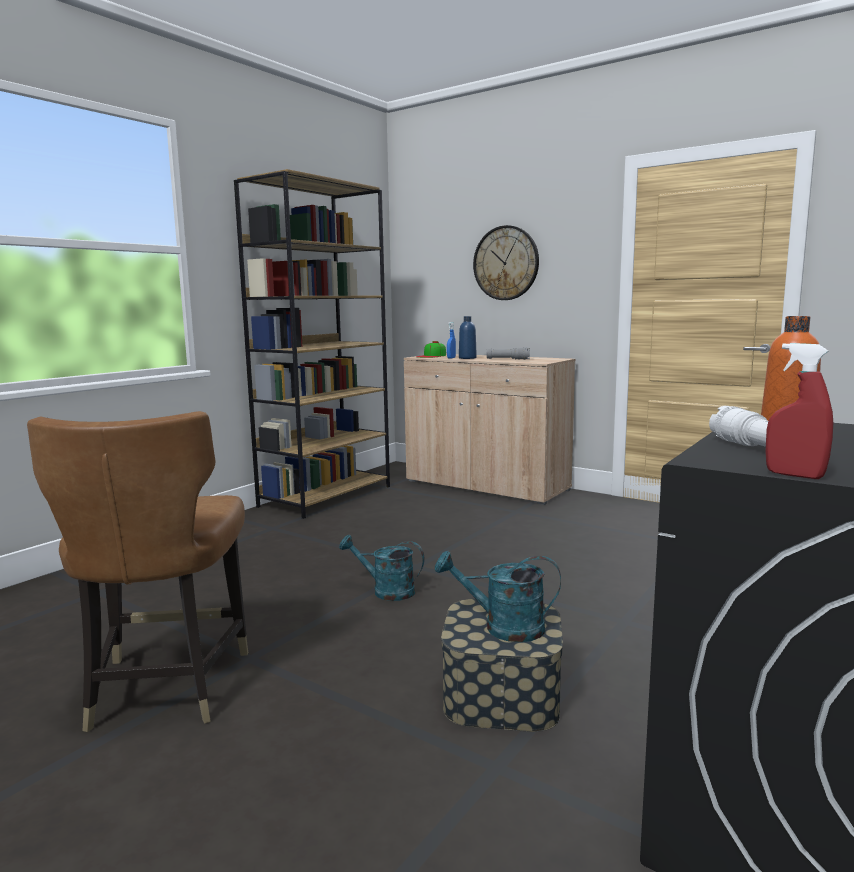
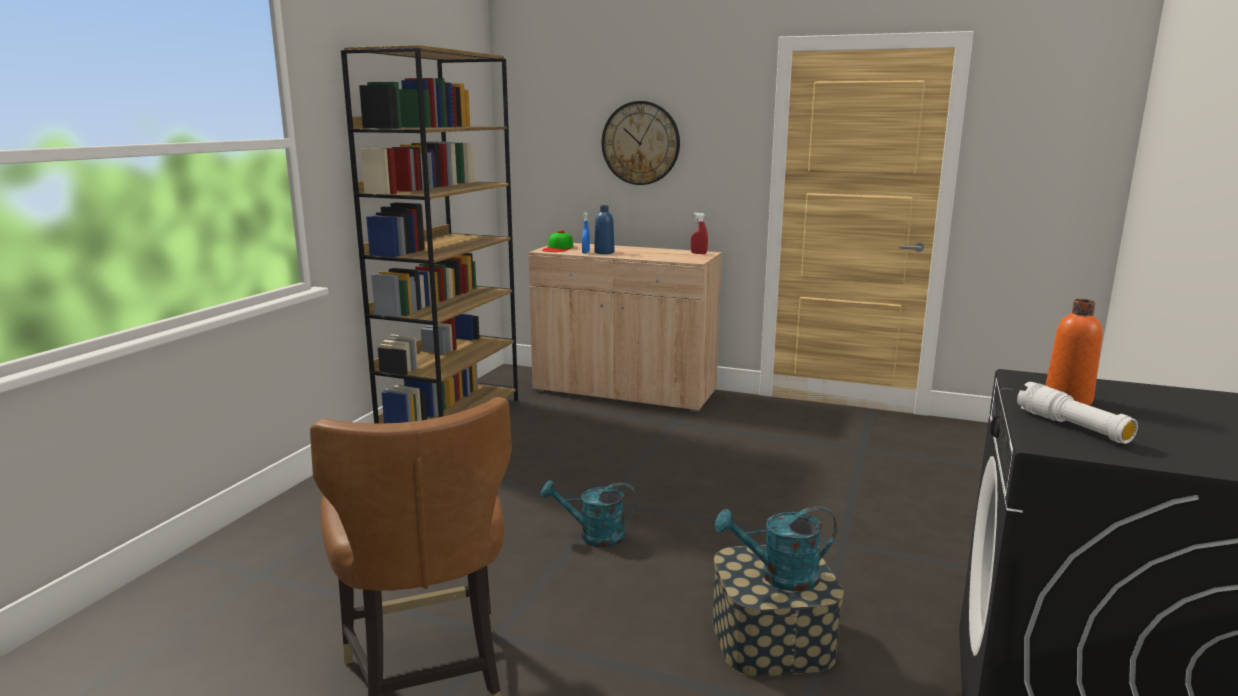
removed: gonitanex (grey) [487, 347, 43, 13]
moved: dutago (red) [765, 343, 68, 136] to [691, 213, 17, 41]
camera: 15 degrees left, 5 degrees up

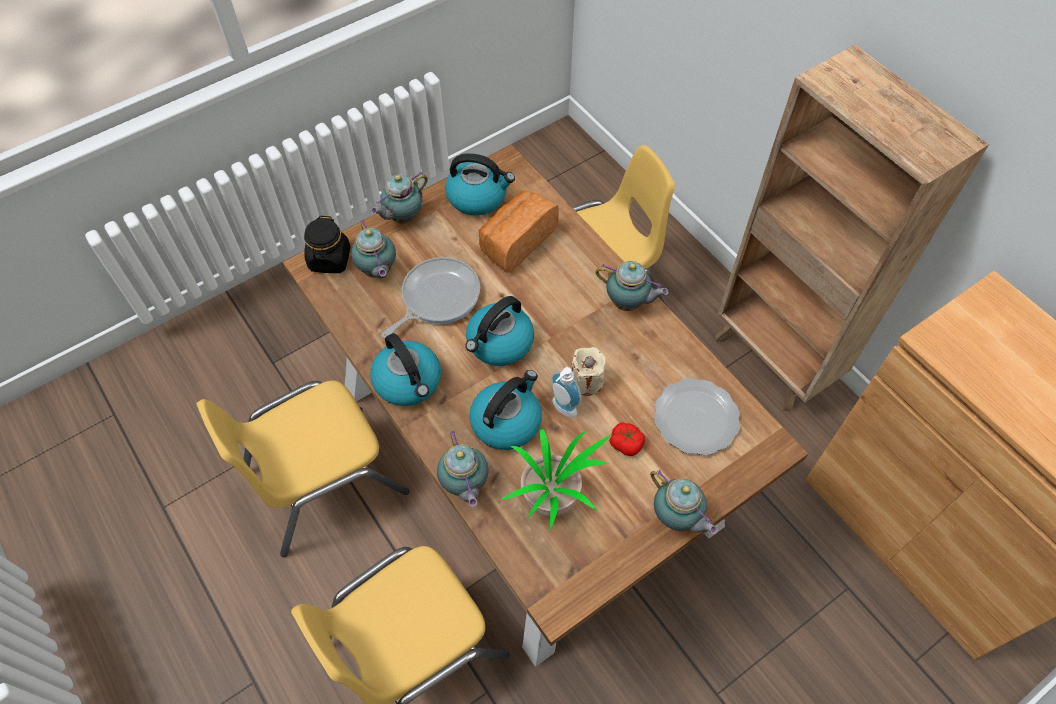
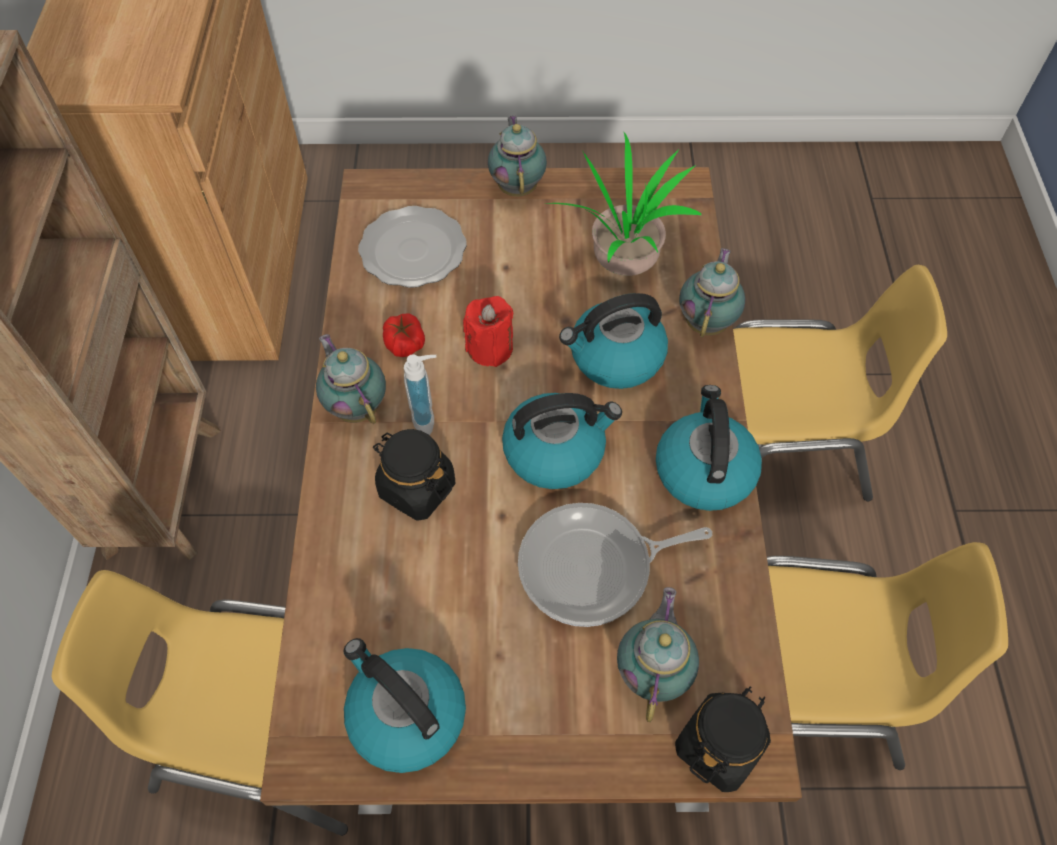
removed: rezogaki [371, 171, 57, 53]; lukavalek [479, 190, 80, 83]
added: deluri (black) [373, 429, 82, 92]
moved: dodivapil [551, 367, 30, 51] to [404, 354, 32, 81]; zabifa [609, 422, 36, 34] to [383, 313, 42, 44]
recoloured: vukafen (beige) [572, 347, 34, 49] to vukafen (red) [463, 296, 50, 71]
camera: 145 degrees left, 0 degrees up

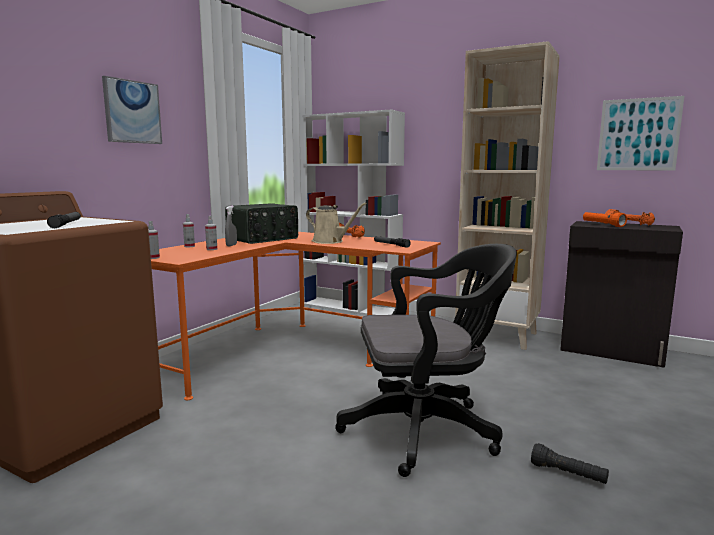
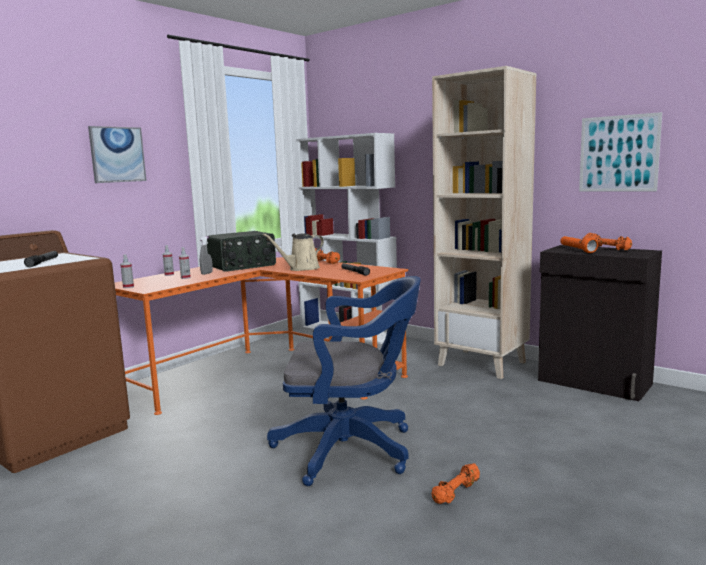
replaced: gonitanex (black) [531, 443, 78, 41] to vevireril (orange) [431, 463, 49, 41]
recoloured: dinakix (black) [335, 244, 182, 233] to dinakix (blue) [267, 276, 154, 210]
turned: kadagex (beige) [306, 202, 61, 42] = [263, 233, 61, 38] 105 degrees clockwise
camera: 10 degrees right, 0 degrees up

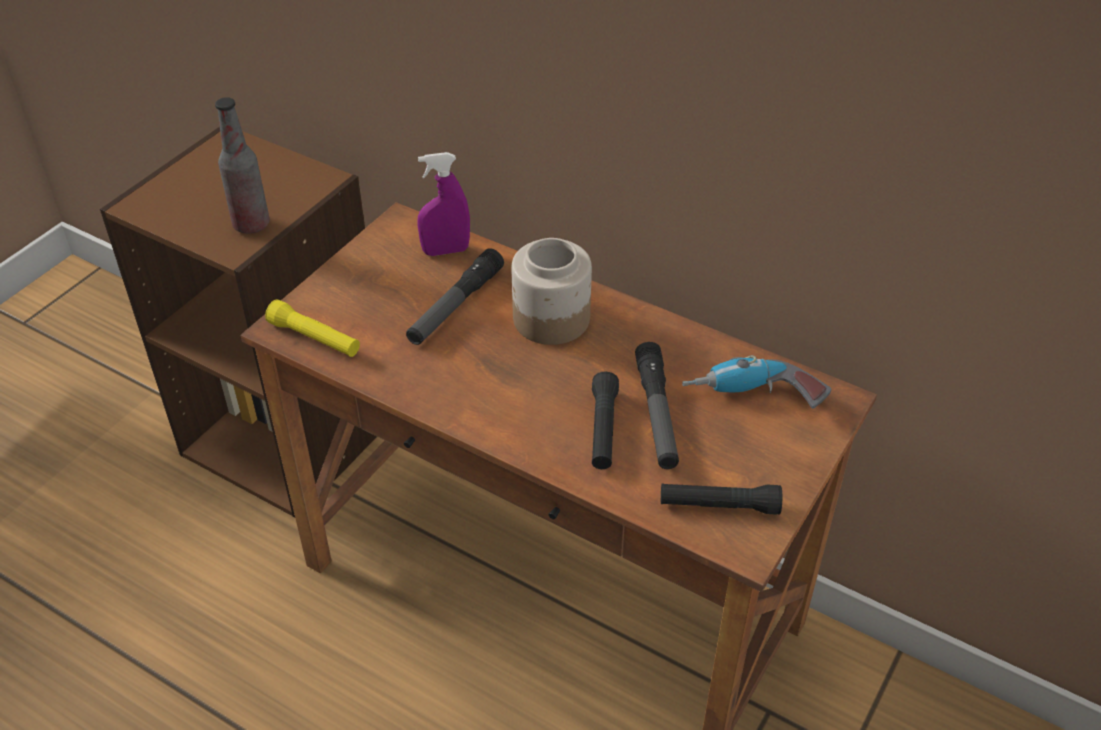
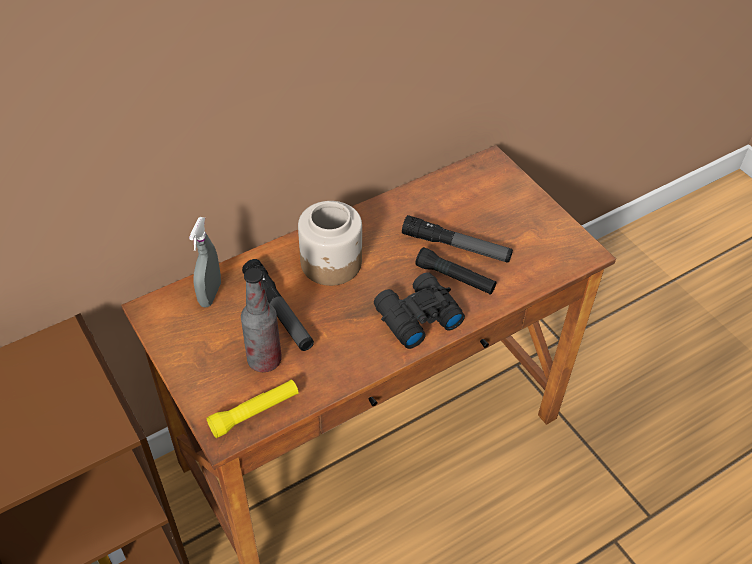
removed: gonitanex (black) [661, 483, 121, 32]; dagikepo [682, 355, 149, 54]
added: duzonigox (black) [374, 272, 91, 77]
moved: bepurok [215, 97, 55, 137] to [241, 268, 41, 104]
recoloured: dutago (purple) [417, 152, 53, 104] to dutago (grey) [189, 217, 32, 91]
camera: 65 degrees left, 5 degrees up

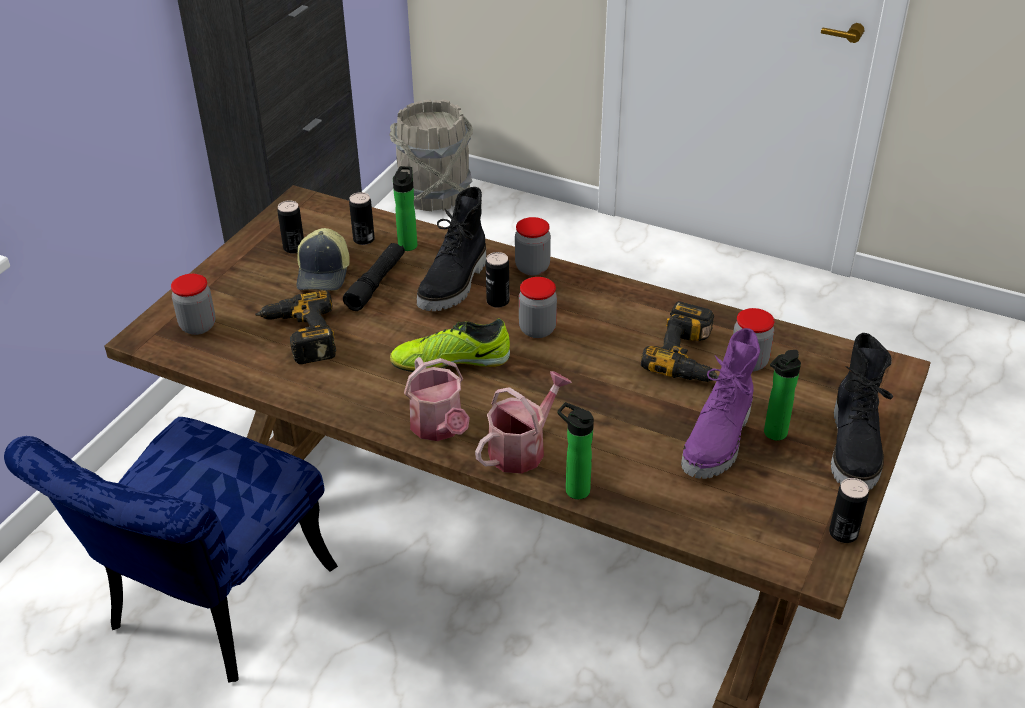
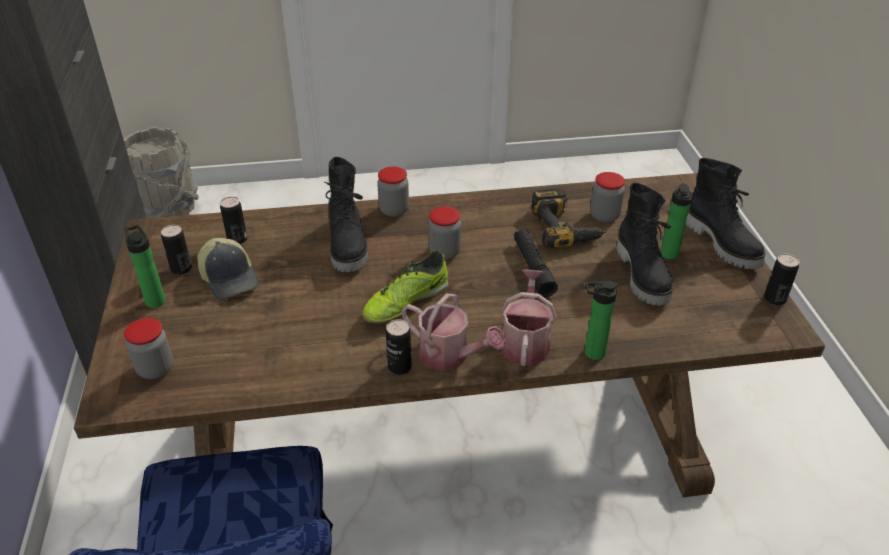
removed: dagikepo [256, 290, 80, 74]
moved: gonitanex (black) [343, 243, 62, 68] to [514, 230, 44, 68]; bepurok [393, 166, 24, 85] to [126, 225, 40, 83]; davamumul [486, 252, 23, 56] to [386, 319, 26, 56]
recoloured: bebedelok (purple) [681, 328, 79, 151] to bebedelok (black) [616, 182, 58, 123]
camera: 35 degrees left, 0 degrees up

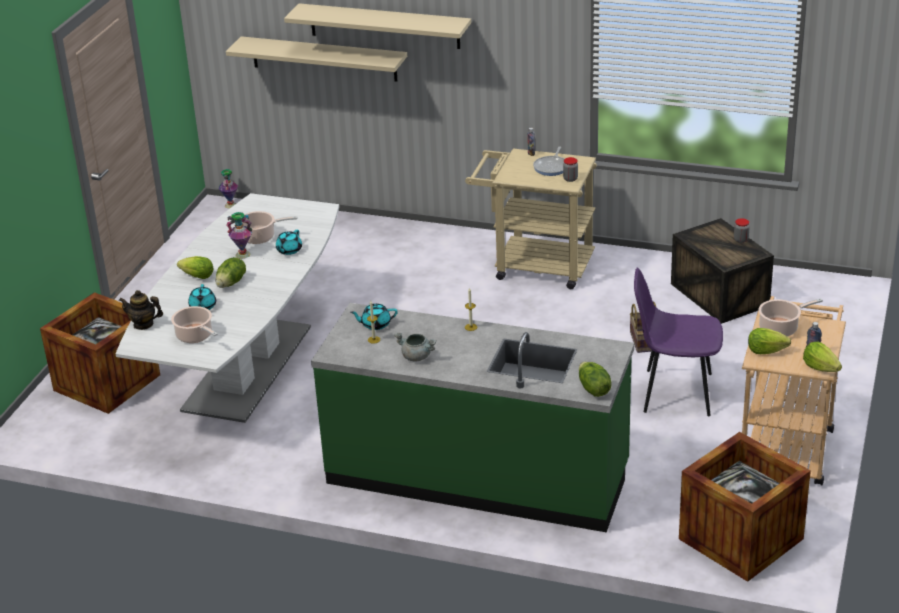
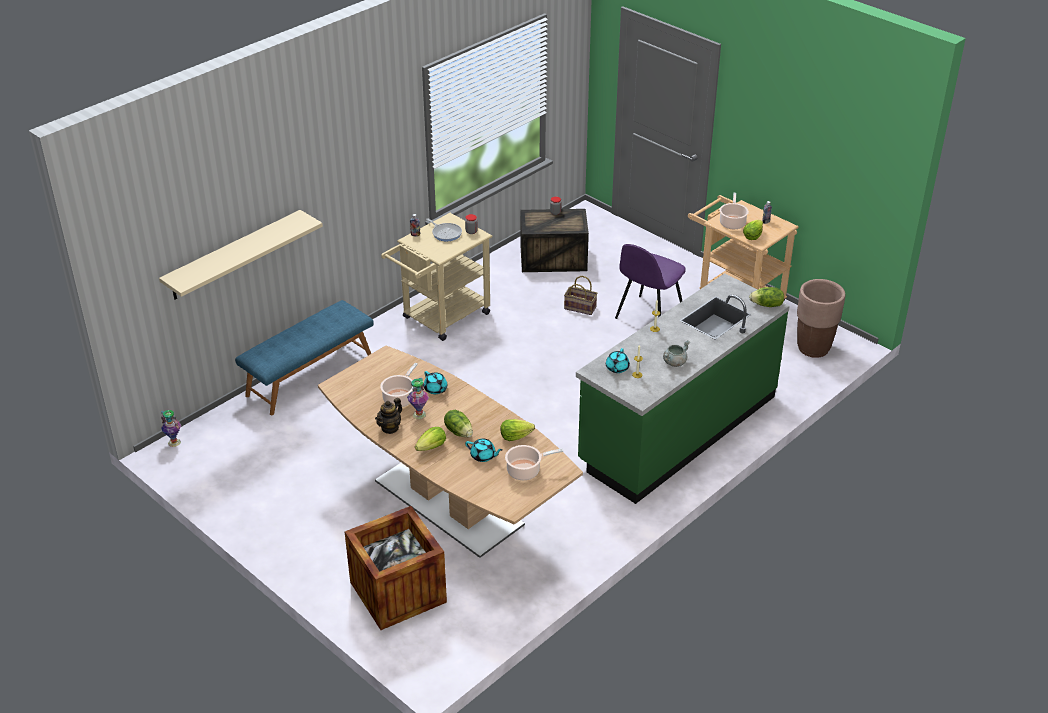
removed: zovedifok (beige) [284, 3, 187, 46]
added: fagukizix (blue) [235, 300, 139, 115]
moved: rezogaki [119, 290, 44, 40] to [375, 398, 27, 36]; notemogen [803, 342, 39, 30] to [500, 419, 35, 22]
replaced: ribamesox [679, 432, 132, 150] to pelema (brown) [797, 279, 48, 79]
recoloured: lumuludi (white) [116, 193, 223, 230] to lumuludi (brown) [318, 346, 265, 212]
camera: 65 degrees left, 5 degrees up

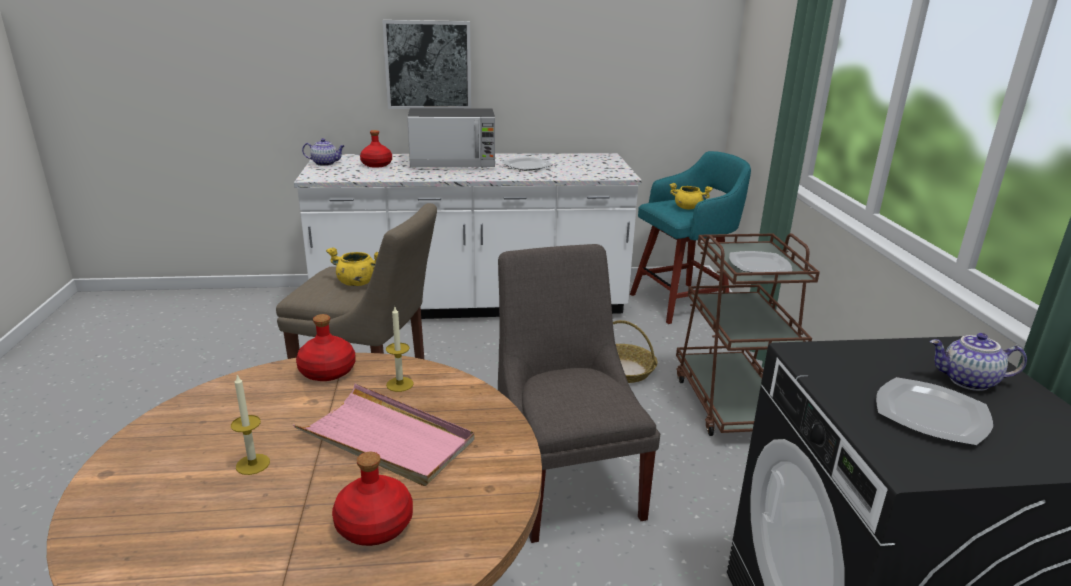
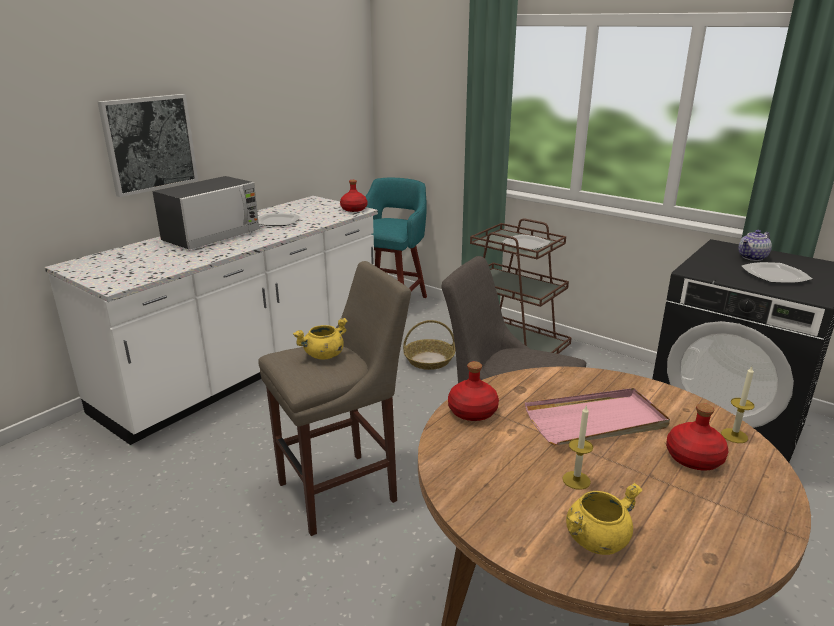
removed: rezogaki [302, 138, 43, 28]
moved: bepurok (red) [360, 130, 32, 38] to [340, 180, 27, 32]; vukafen [386, 307, 28, 85] to [721, 367, 34, 76]; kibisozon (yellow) [670, 183, 42, 26] to [566, 483, 76, 72]
camera: 45 degrees left, 0 degrees up

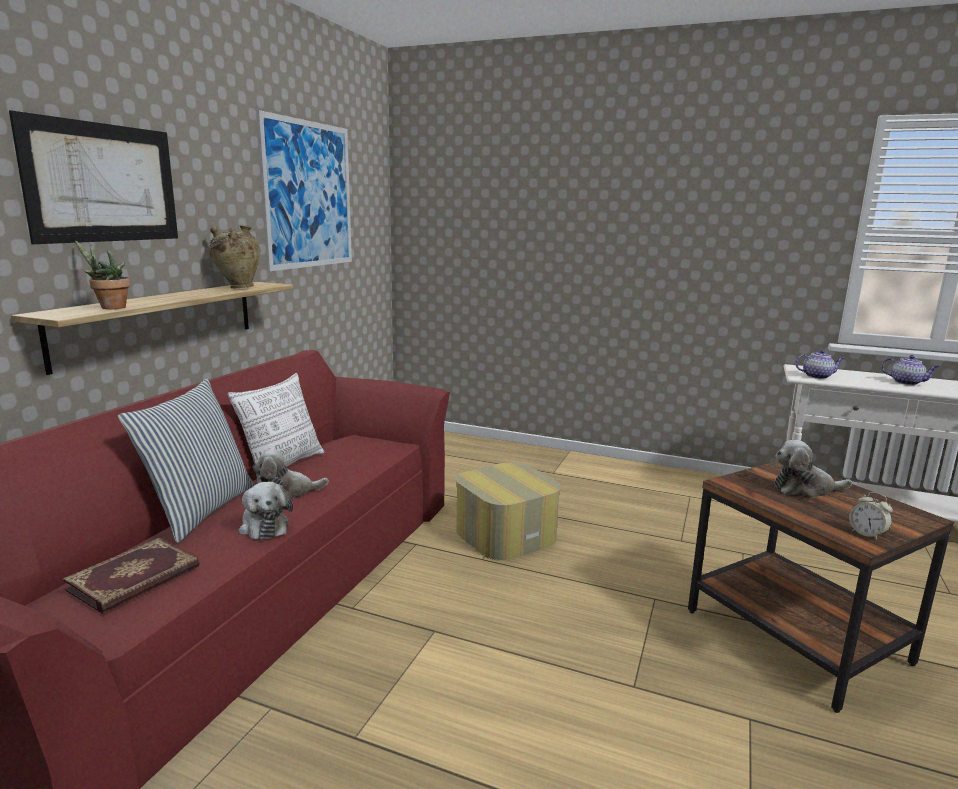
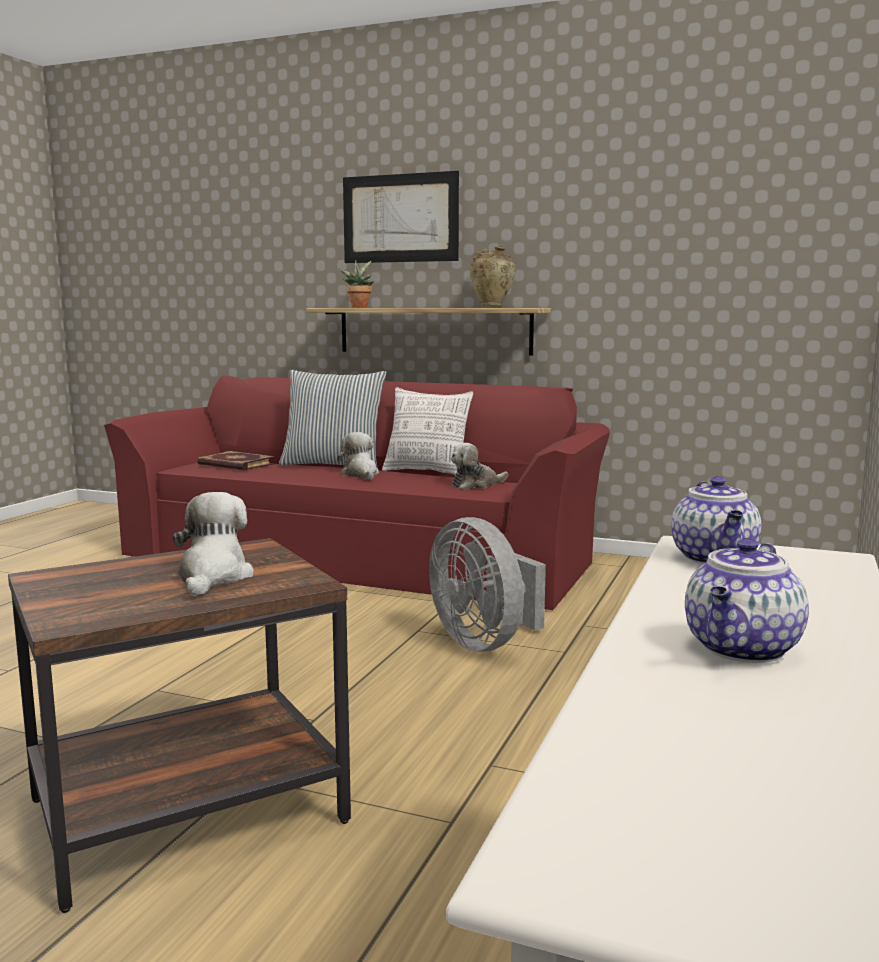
removed: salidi [257, 110, 95, 161]; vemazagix [849, 492, 44, 48]
moved: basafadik [239, 482, 54, 58] to [451, 443, 57, 46]
replaced: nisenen [456, 462, 105, 99] to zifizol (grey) [429, 517, 117, 135]
camera: 90 degrees right, 5 degrees down

